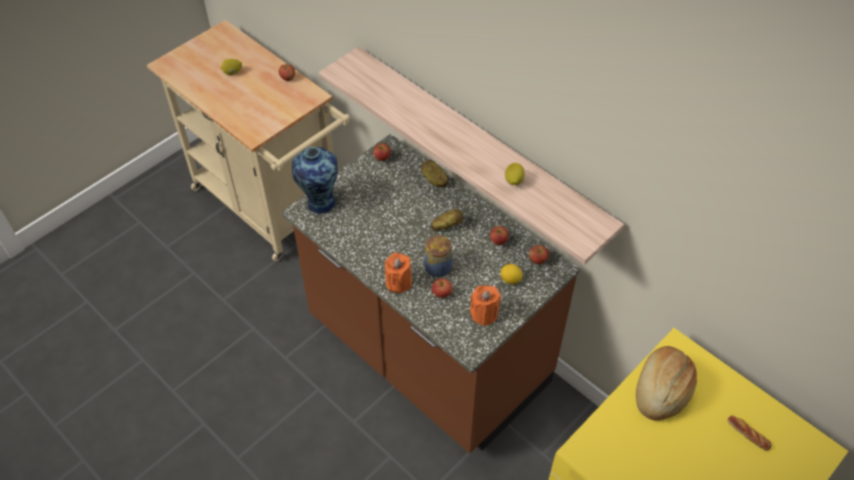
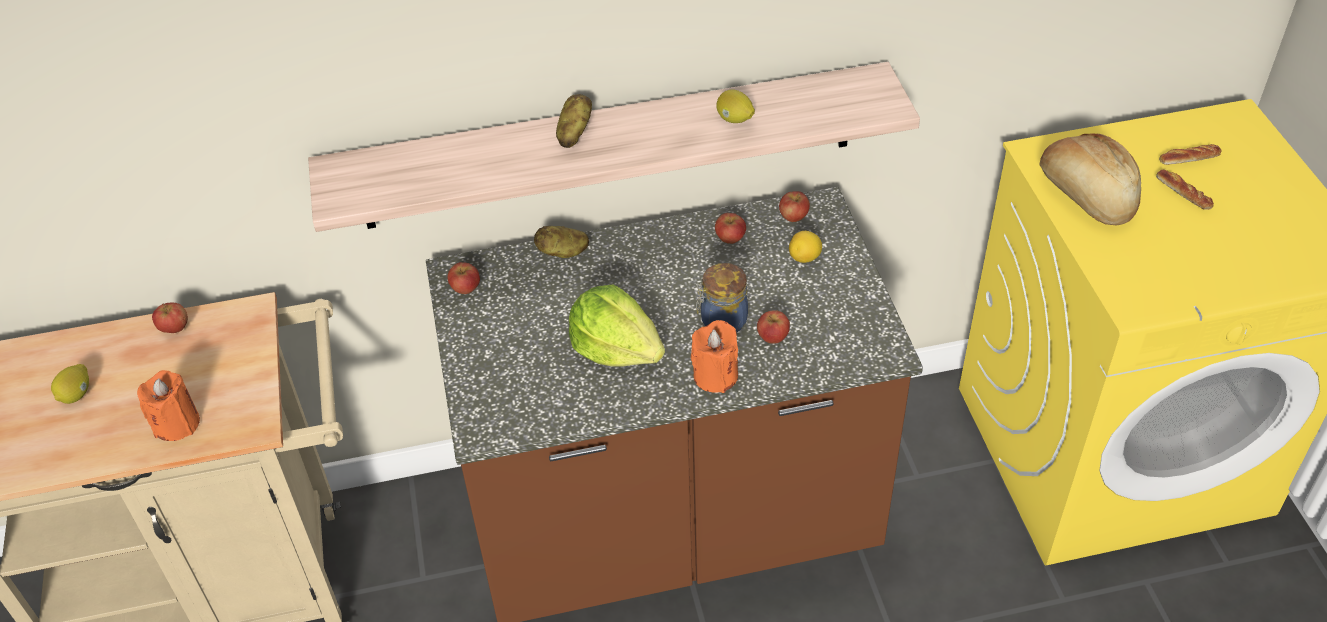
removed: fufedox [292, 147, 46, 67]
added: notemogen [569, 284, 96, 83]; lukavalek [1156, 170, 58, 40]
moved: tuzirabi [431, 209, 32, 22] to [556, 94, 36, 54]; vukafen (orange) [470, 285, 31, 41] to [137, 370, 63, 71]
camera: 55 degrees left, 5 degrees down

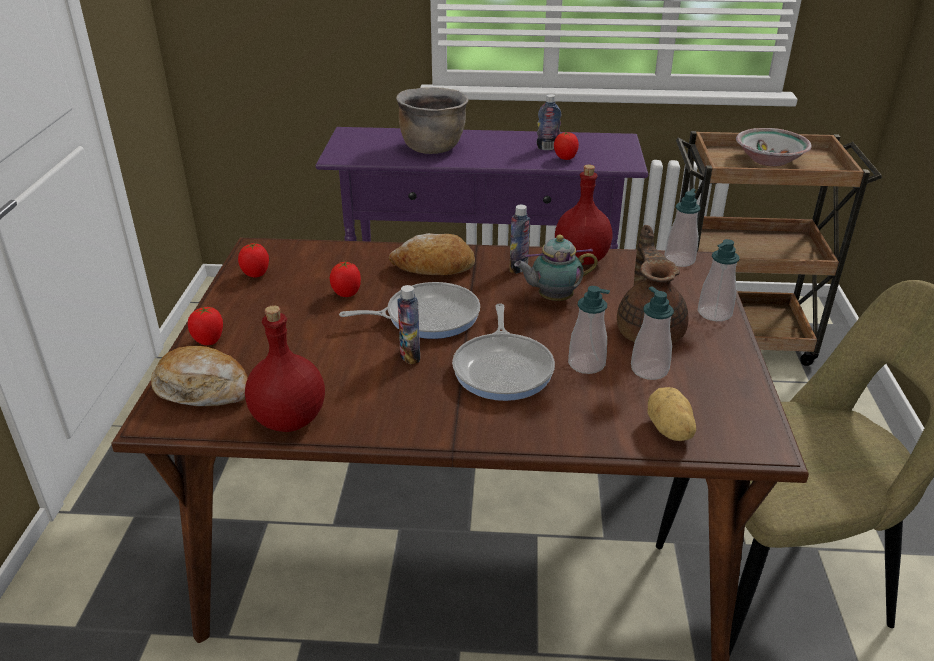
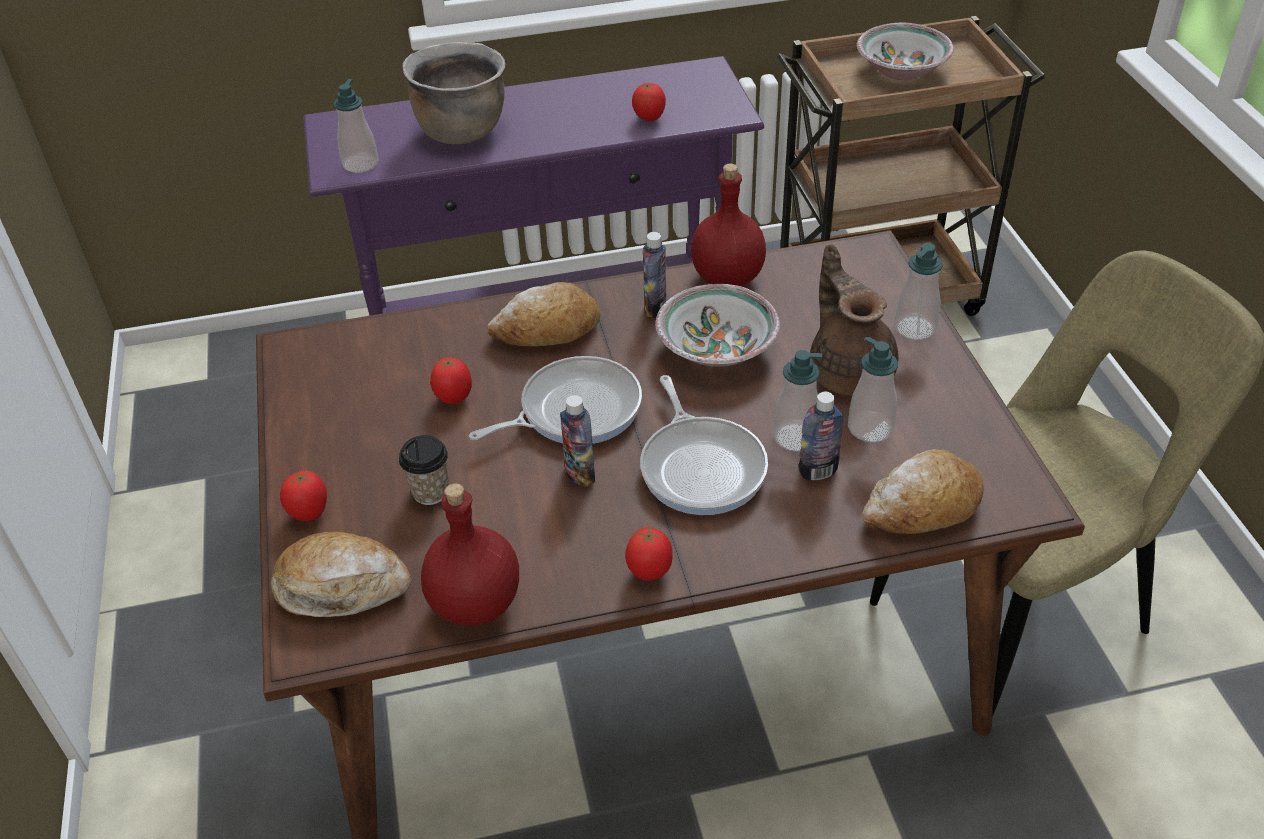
added: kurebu [399, 435, 50, 70]
moved: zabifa [238, 243, 31, 35] to [625, 527, 48, 54]; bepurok [537, 94, 24, 56] to [798, 392, 46, 88]; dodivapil [664, 188, 36, 79] to [334, 79, 45, 94]
replaced: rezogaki [514, 235, 84, 66] to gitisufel [655, 284, 125, 83]; tuzirabi [648, 387, 48, 54] to lukavalek [862, 449, 122, 85]
camera: 15 degrees left, 10 degrees up

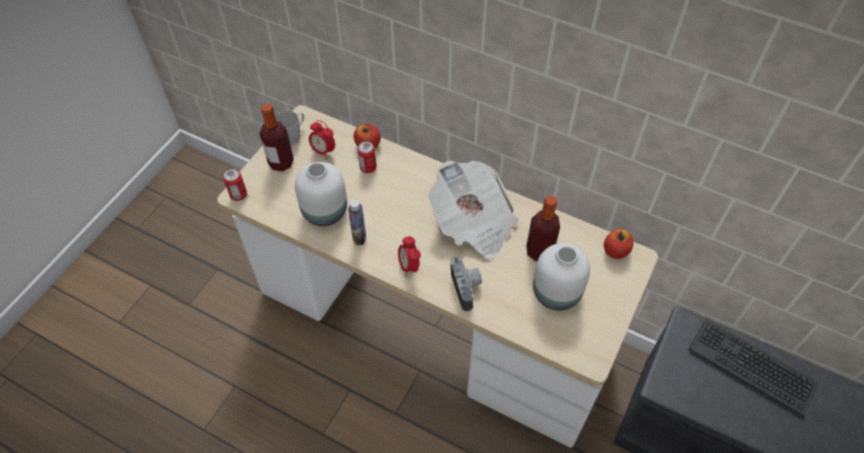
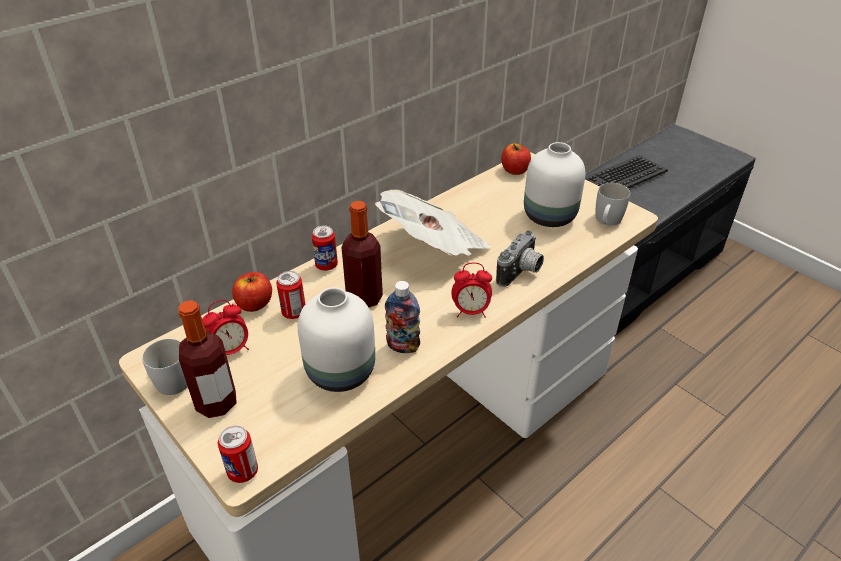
added: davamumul [312, 226, 26, 45]; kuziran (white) [596, 183, 34, 43]
moved: bepurok [526, 196, 34, 65] to [341, 201, 42, 106]
turned: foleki [450, 257, 32, 55] = [496, 230, 48, 57] 120 degrees clockwise
camera: 70 degrees left, 15 degrees down

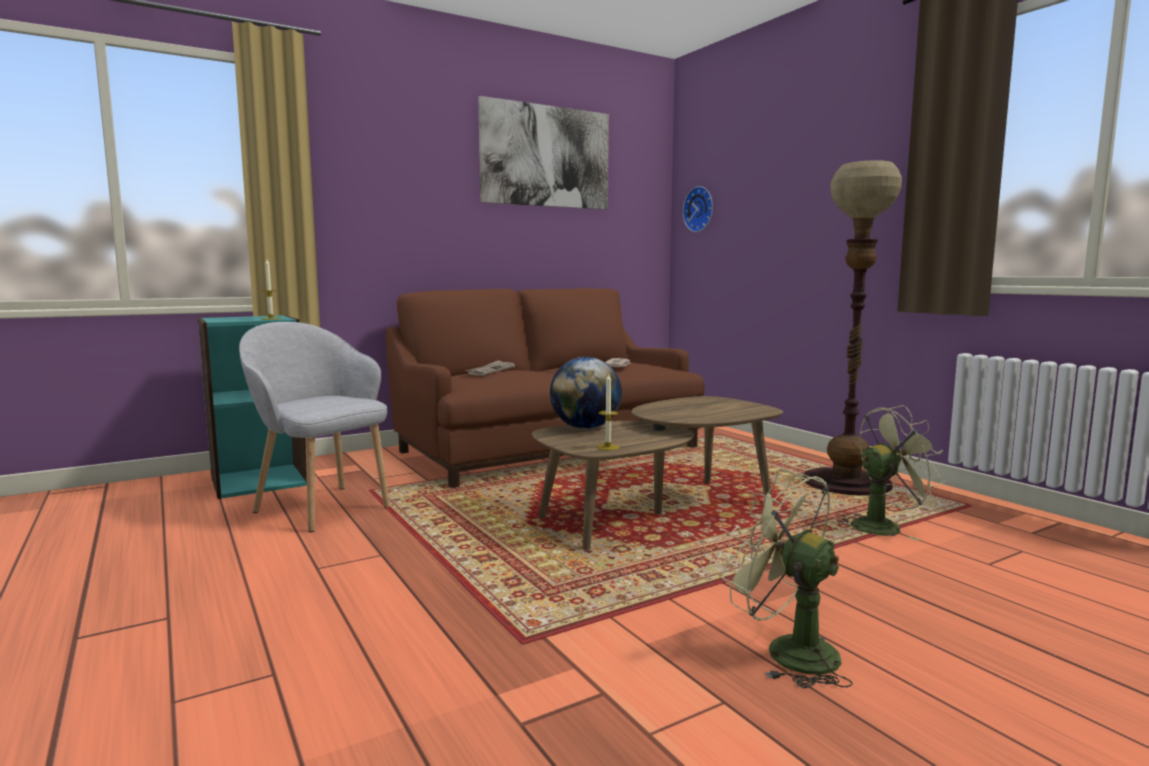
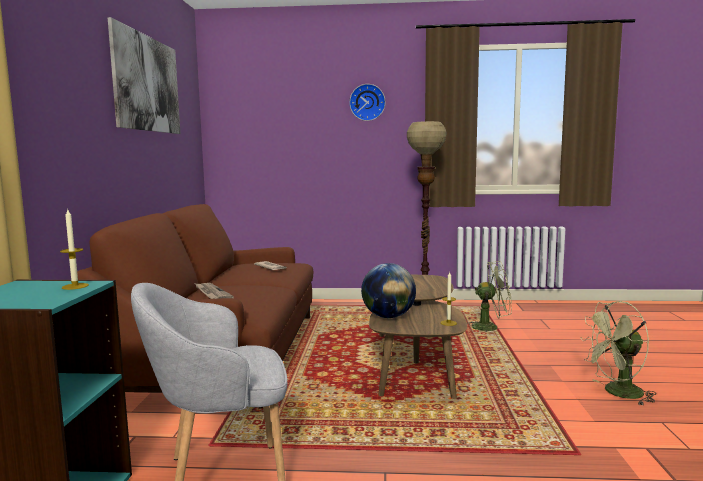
moved: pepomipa [683, 186, 30, 46] to [349, 84, 37, 37]
turned: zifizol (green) [838, 405, 108, 136] = [467, 261, 45, 71] 75 degrees clockwise
camera: 55 degrees left, 0 degrees up

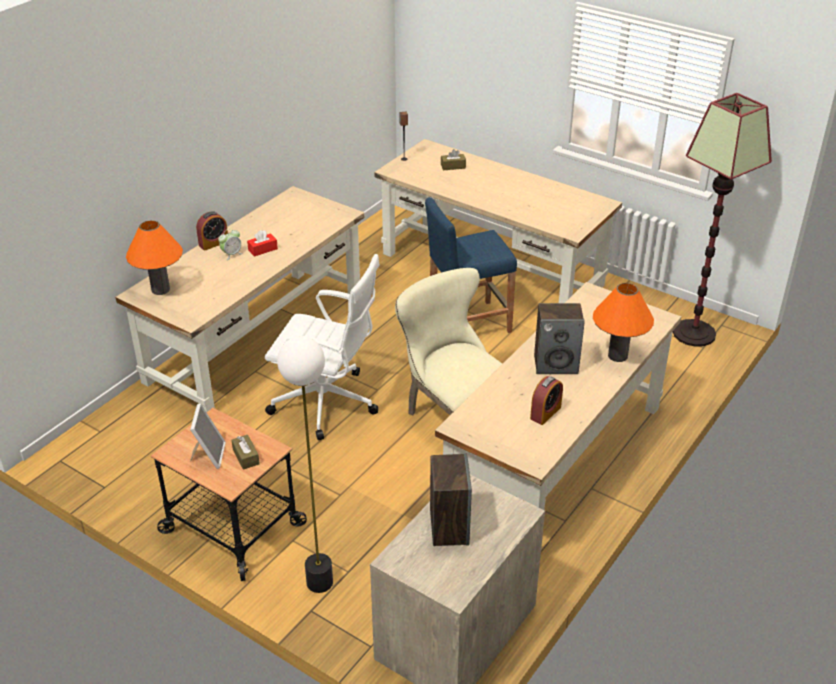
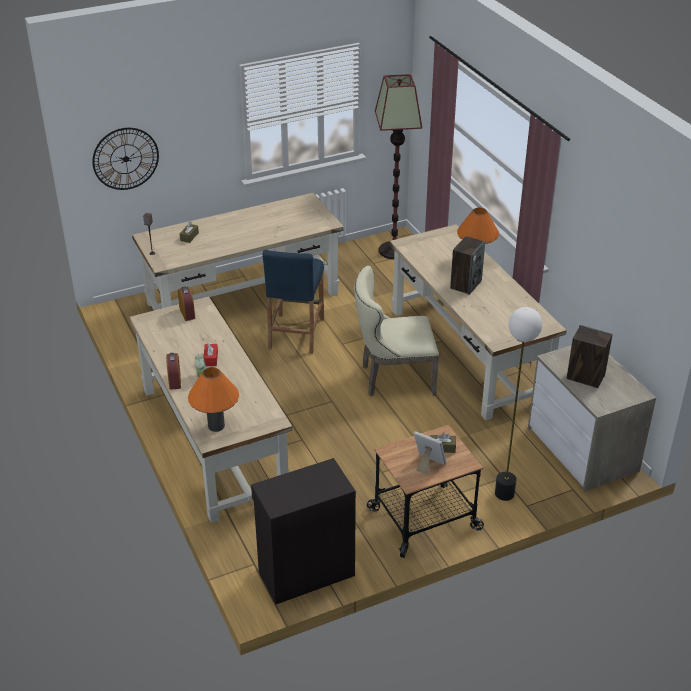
removed: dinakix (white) [265, 254, 115, 186]
added: pepomipa [92, 128, 67, 62]; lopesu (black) [251, 458, 105, 146]
moved: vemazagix [530, 376, 33, 49] to [178, 287, 17, 34]
camera: 60 degrees left, 0 degrees up

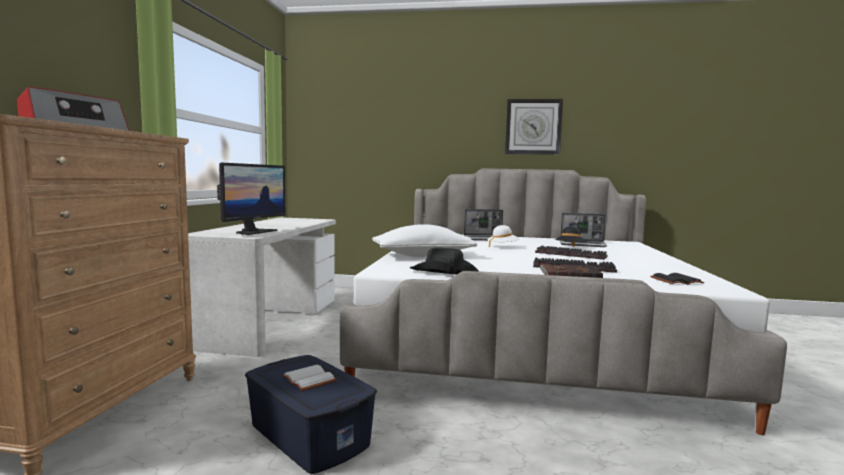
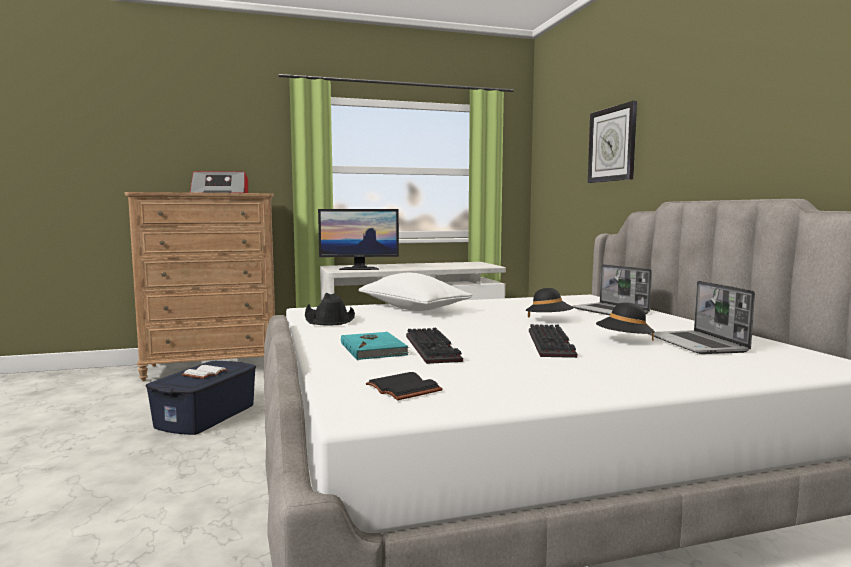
moved: pepomipa [505, 99, 58, 56] to [588, 101, 49, 82]
recoloured: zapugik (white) [487, 225, 32, 23] to zapugik (black) [526, 288, 48, 30]; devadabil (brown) [540, 264, 63, 14] to devadabil (turquoise) [341, 332, 68, 28]
camera: 65 degrees right, 0 degrees up

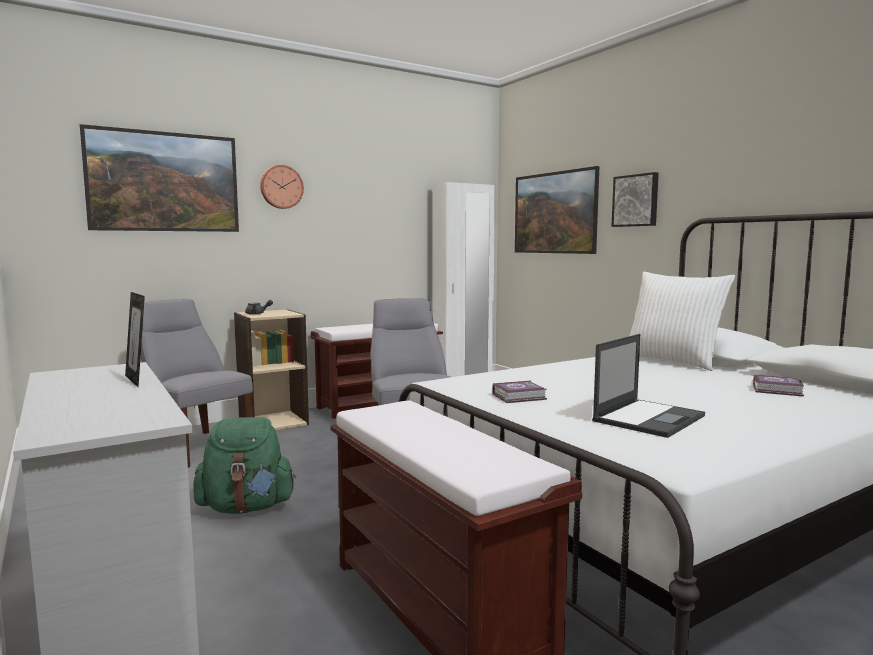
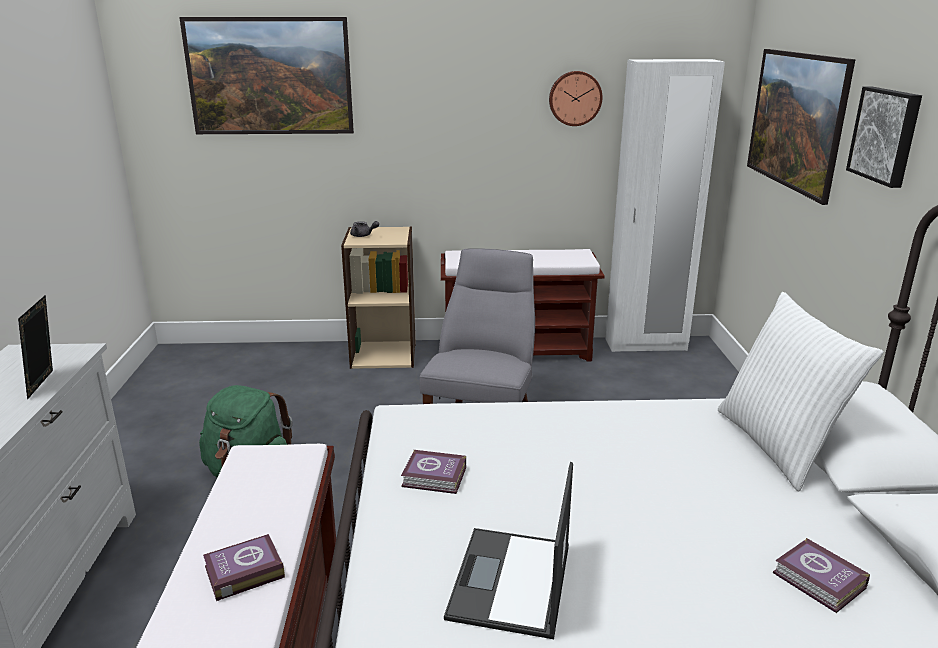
removed: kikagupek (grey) [141, 299, 112, 169]
added: devadabil [203, 534, 82, 67]
moved: pepomipa [260, 165, 44, 44] to [549, 71, 53, 55]
turned: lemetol [592, 334, 113, 104] = [444, 462, 129, 177] 120 degrees clockwise
camera: 30 degrees right, 15 degrees up

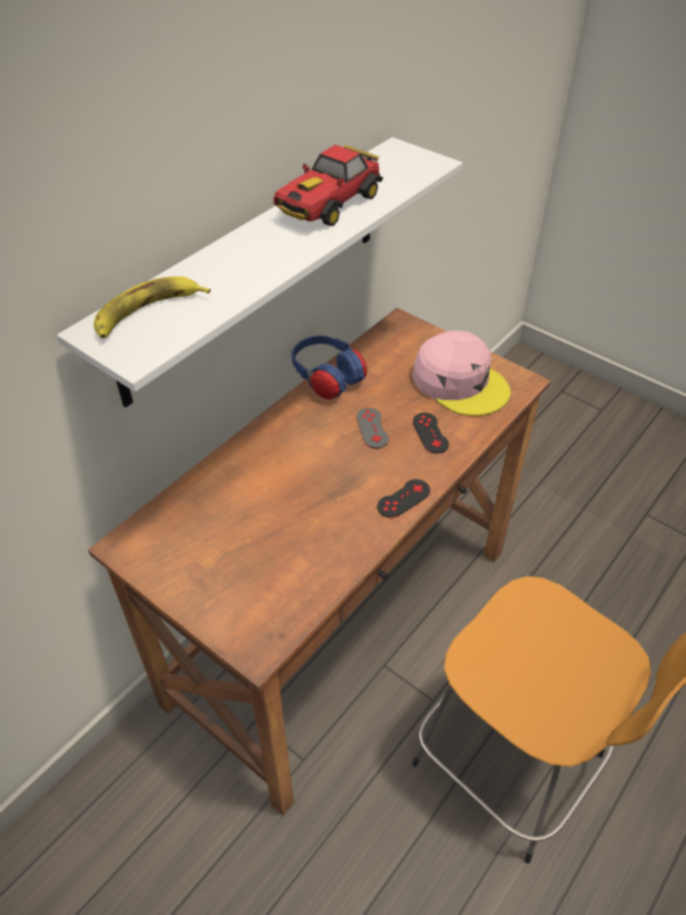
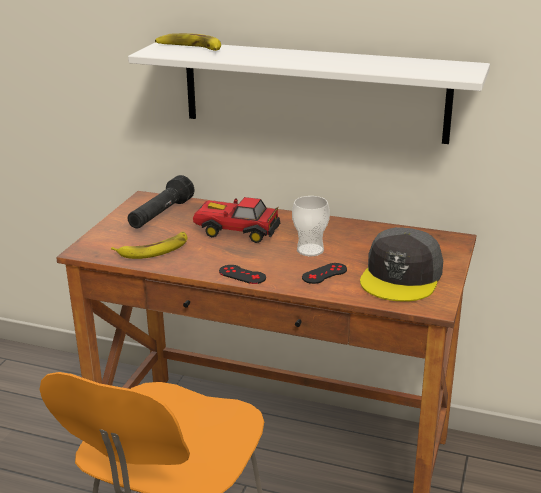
removed: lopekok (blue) [292, 335, 75, 65]
added: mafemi [111, 232, 76, 27]; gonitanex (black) [128, 175, 66, 54]
moved: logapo [274, 145, 109, 81] to [193, 197, 87, 46]
replaced: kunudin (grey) [357, 408, 32, 40] to kurebu [292, 196, 38, 60]
recoloured: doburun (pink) [412, 331, 99, 85] to doburun (grey) [360, 227, 83, 75]
camera: 70 degrees right, 20 degrees down

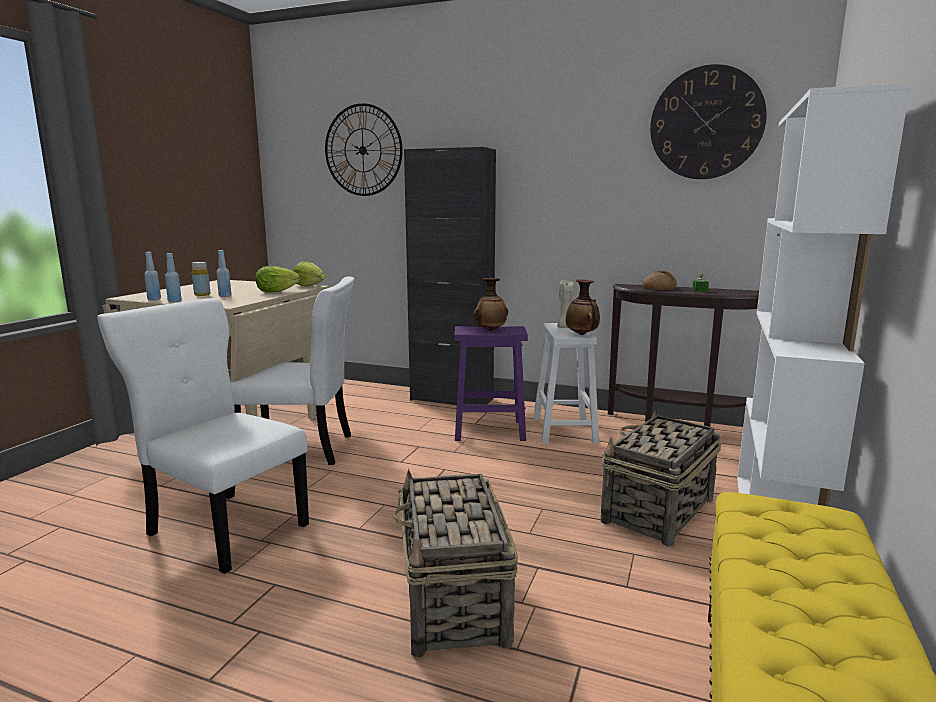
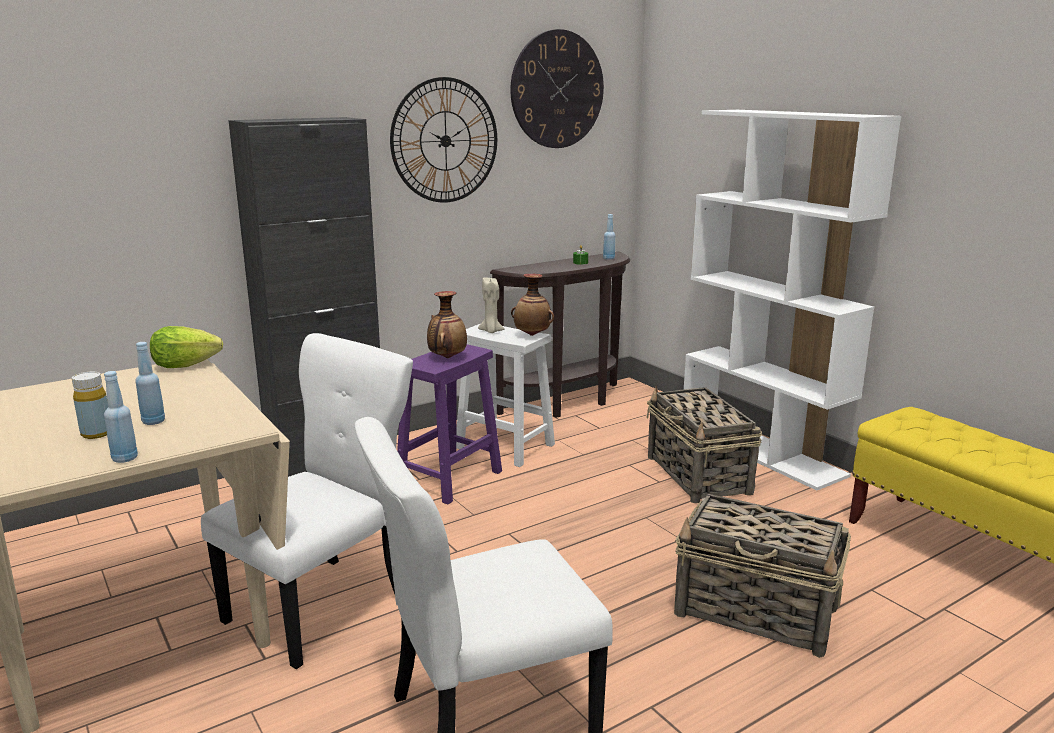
removed: notemogen [256, 266, 44, 27]; lukavalek [642, 271, 35, 19]
moved: bepurok (blue) [144, 252, 17, 48] to [603, 214, 12, 46]; pepomipa [325, 103, 78, 93] to [390, 77, 107, 126]
camera: 55 degrees left, 5 degrees up

